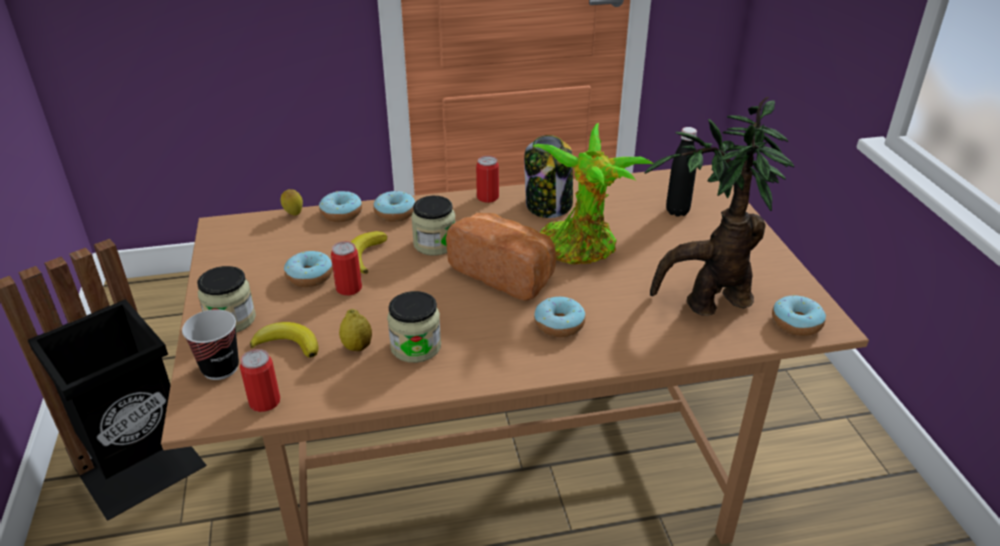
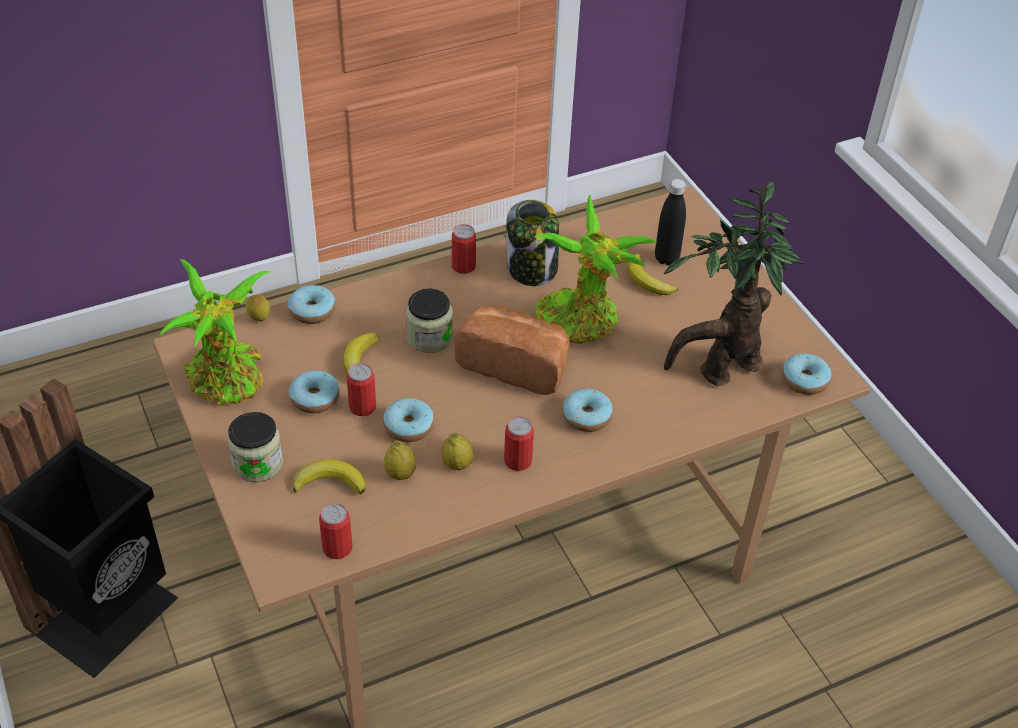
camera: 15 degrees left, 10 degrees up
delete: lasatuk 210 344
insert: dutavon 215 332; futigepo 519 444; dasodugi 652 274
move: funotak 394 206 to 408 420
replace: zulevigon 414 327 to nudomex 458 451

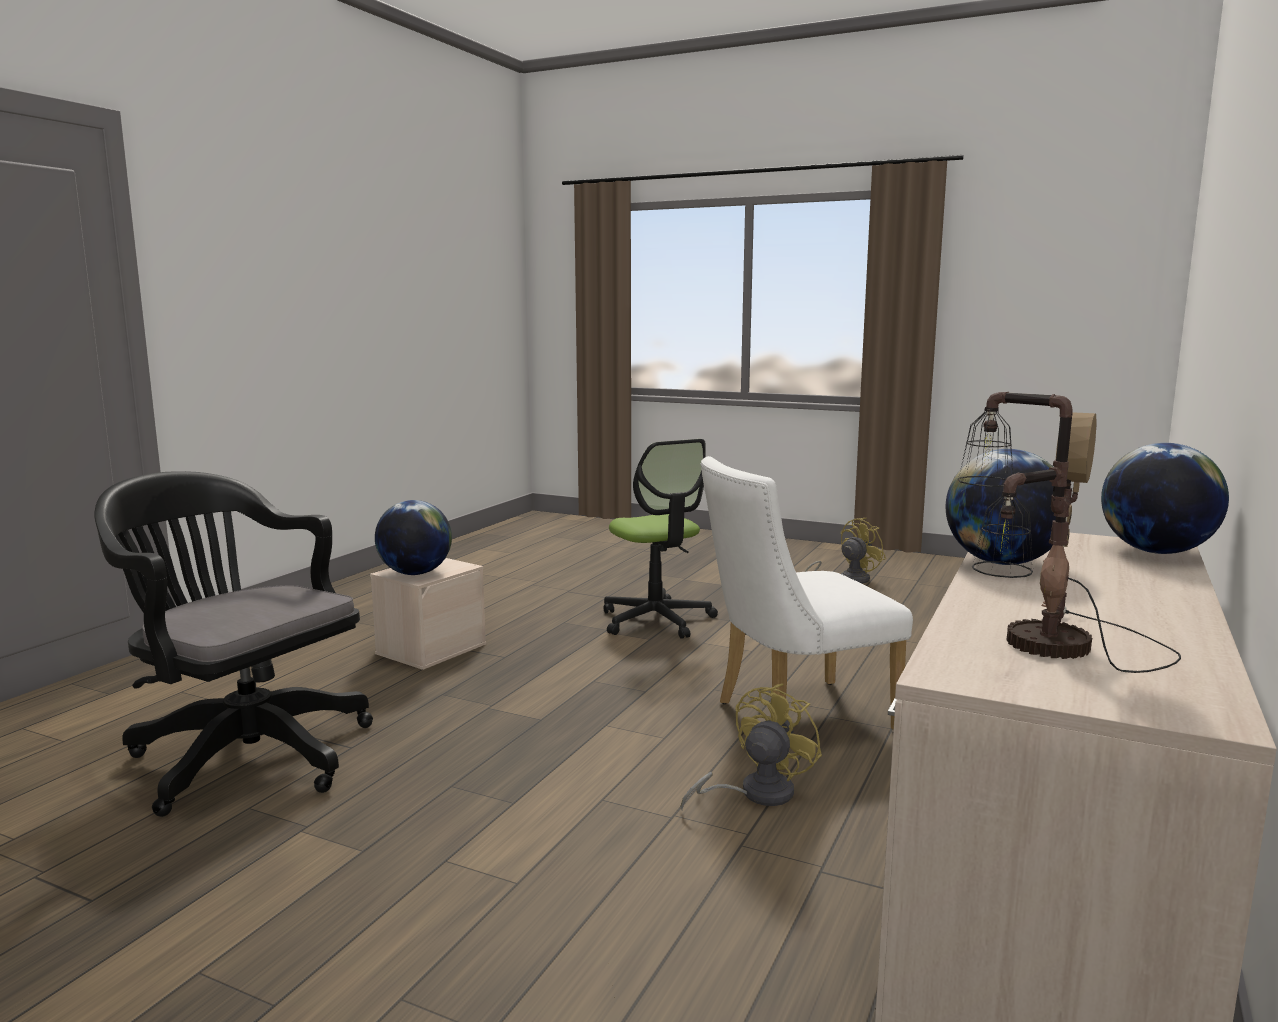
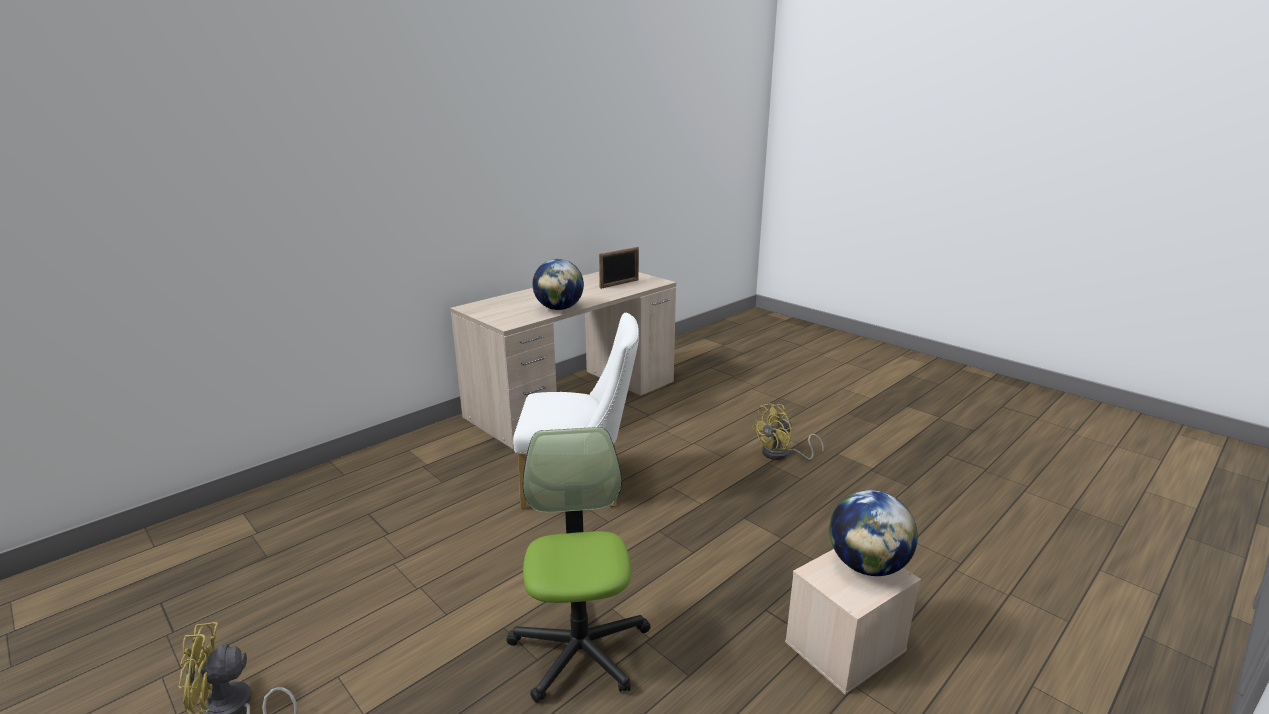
camera: 160 degrees left, 10 degrees up
delete: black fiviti 233 644; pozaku 1165 498
move: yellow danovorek 751 746 to 788 432
replace: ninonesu 1069 532 to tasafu 619 268

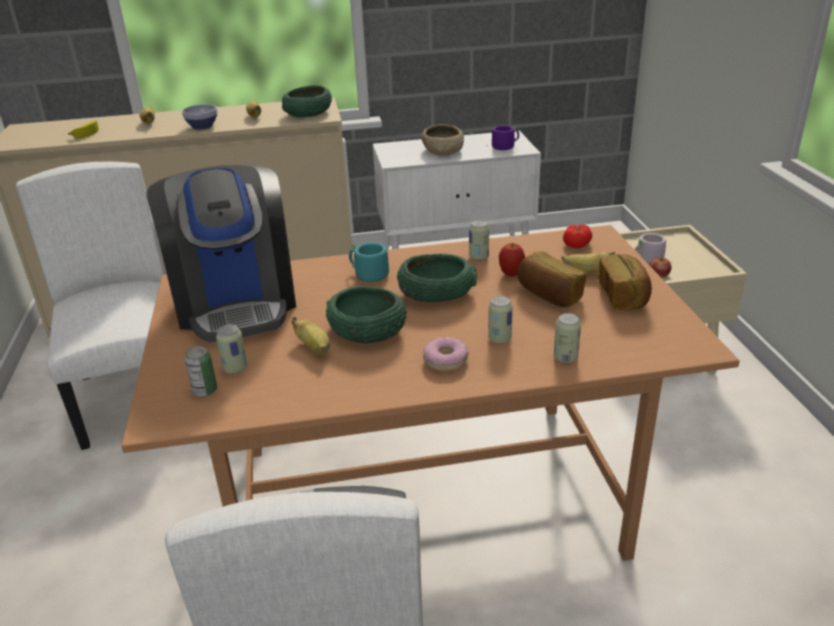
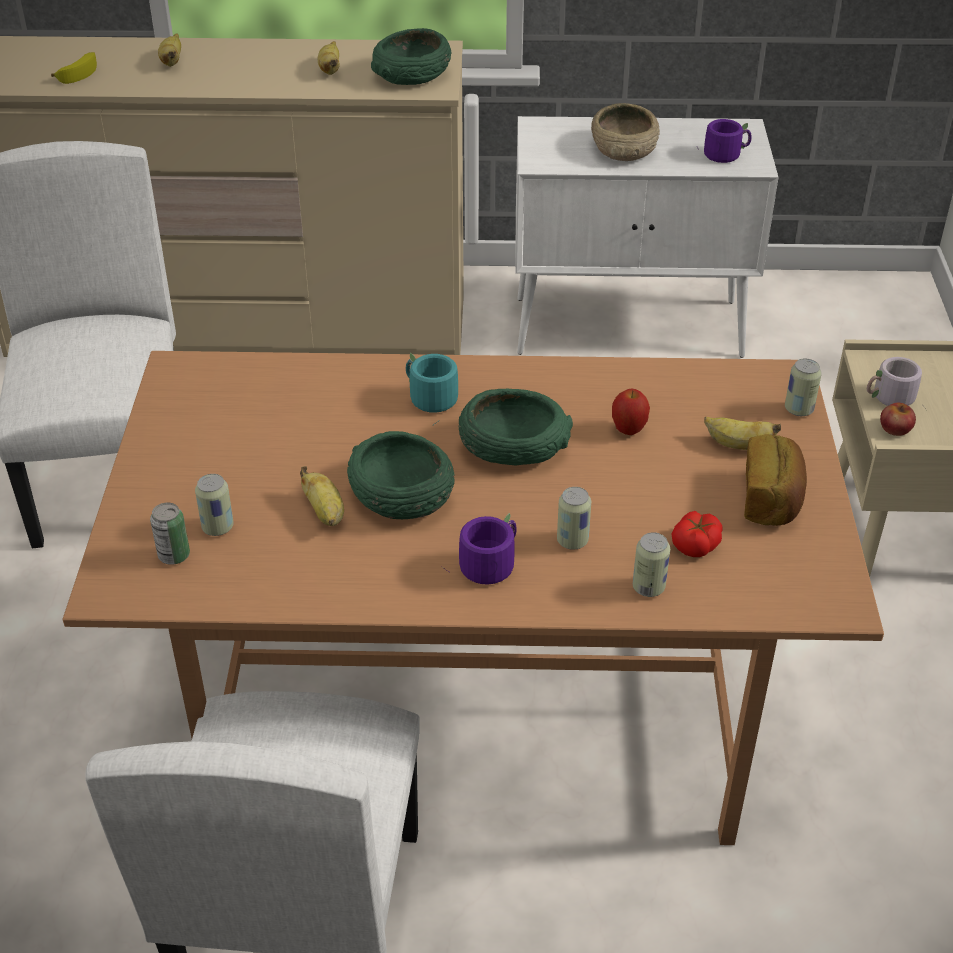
camera: 10 degrees right, 10 degrees up
delete: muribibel 221 253; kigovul 200 117; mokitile 551 279
move: futigepo 479 240 to 803 387; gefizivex 577 236 to 697 534
replace: funotak 446 354 to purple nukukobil 480 549

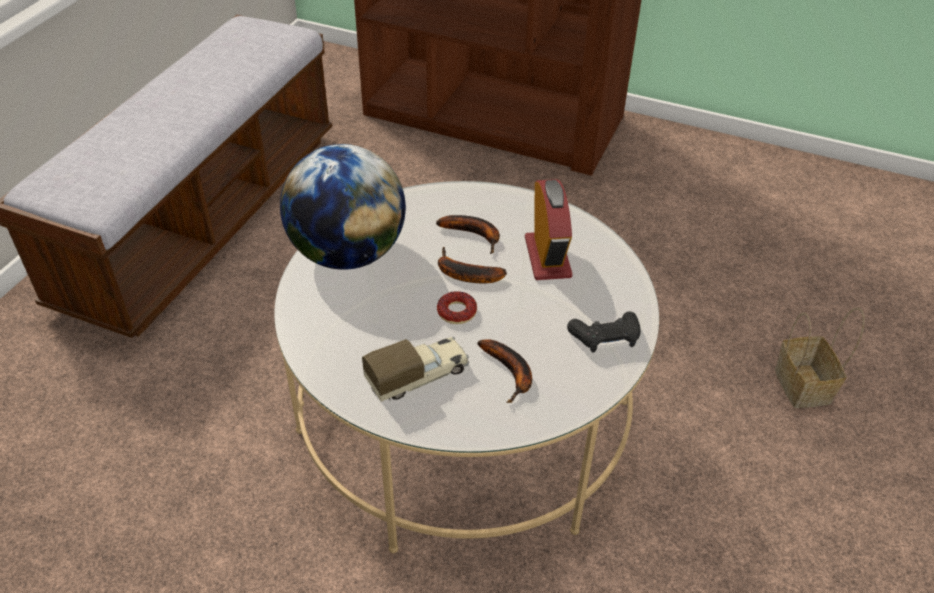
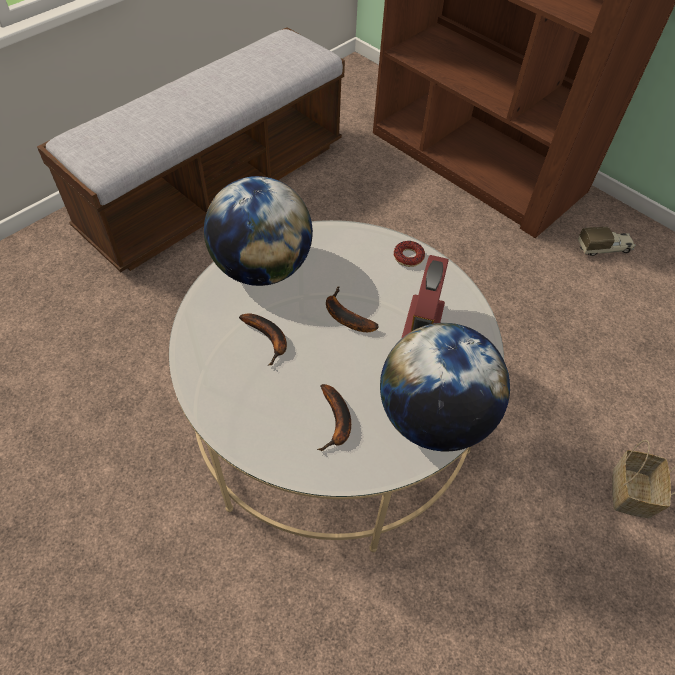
camera: 20 degrees right, 10 degrees up
move: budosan 415 369 to 606 241; dasodugi 468 234 to 263 340; funotak 457 307 to 409 254
replace: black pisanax 604 332 to pozaku 445 387

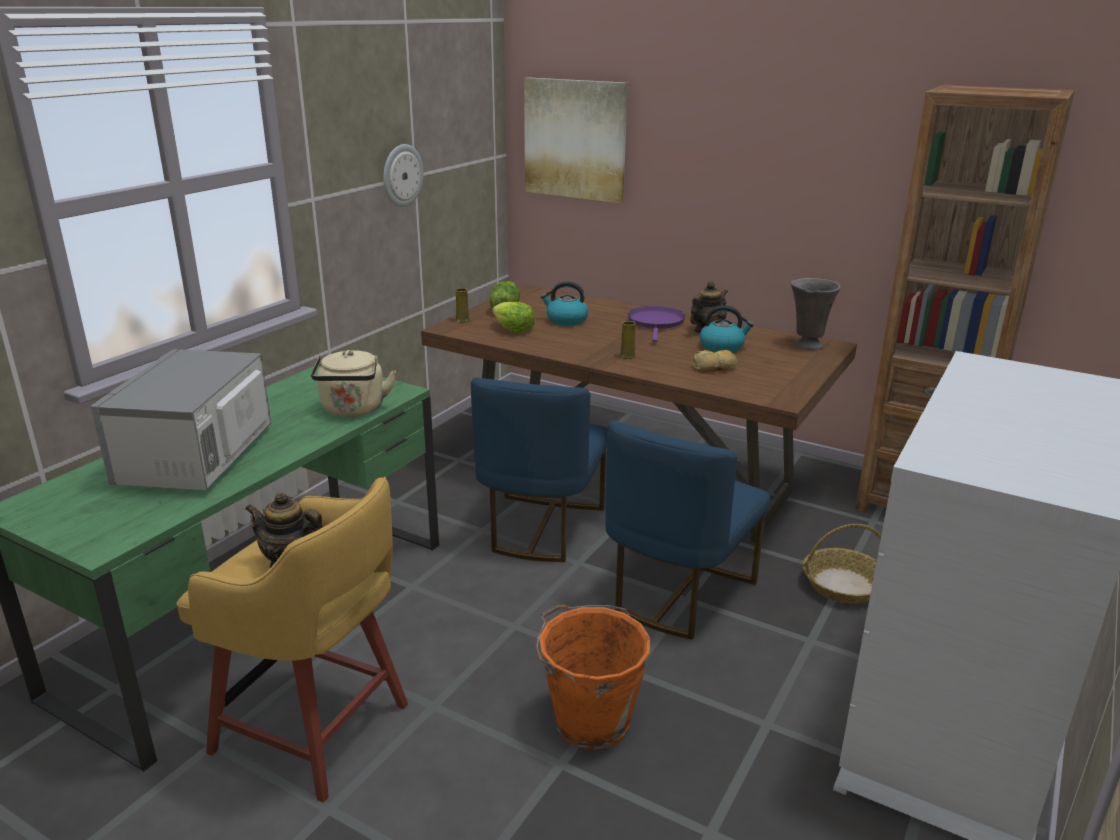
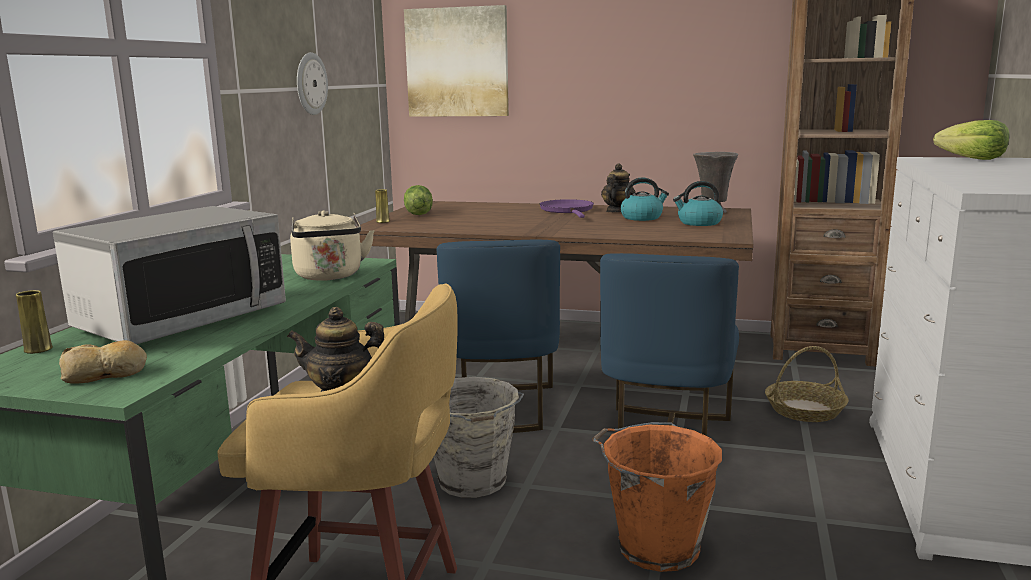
camera: 15 degrees left, 10 degrees down
insert: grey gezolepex 479 437
move: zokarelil 513 317 to 971 140; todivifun 564 304 to 698 203; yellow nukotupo 627 340 to 34 322; mokitile 715 361 to 103 362
rotate: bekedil 181 420 = 169 275 135 degrees counterclockwise

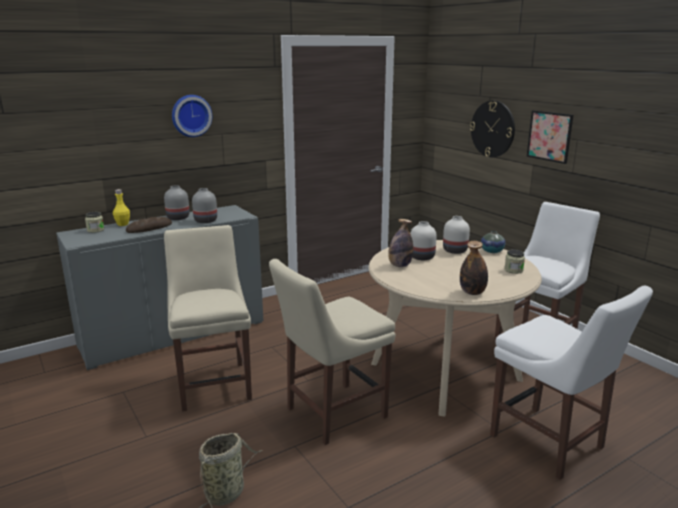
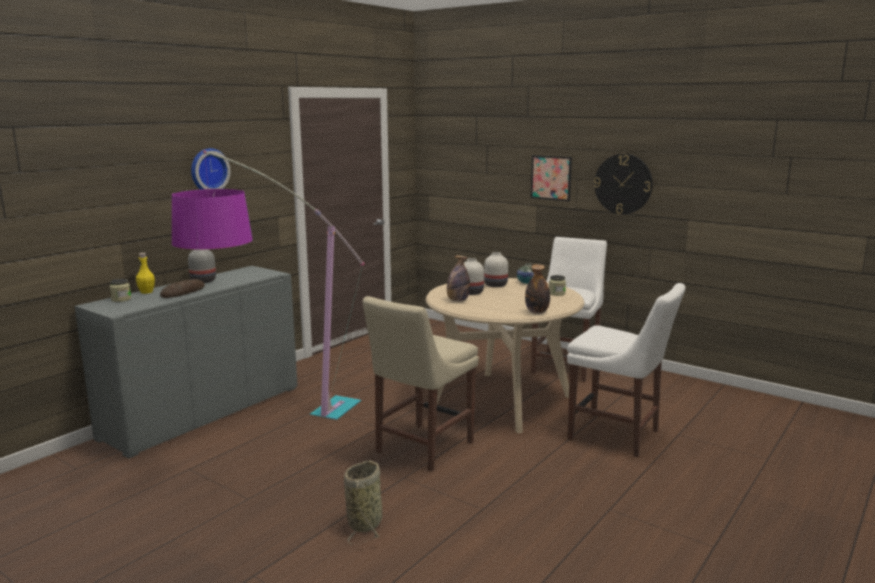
camera: 20 degrees left, 5 degrees down
delete: grey nukotupo 204 205
move: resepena 492 129 to 623 184
replace: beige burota 208 318 to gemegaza 268 285

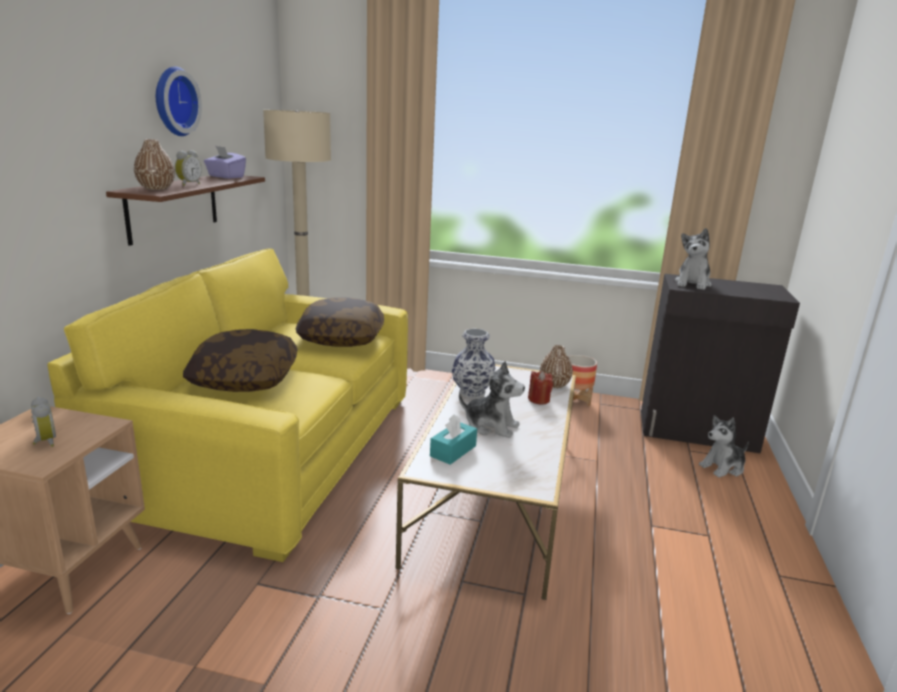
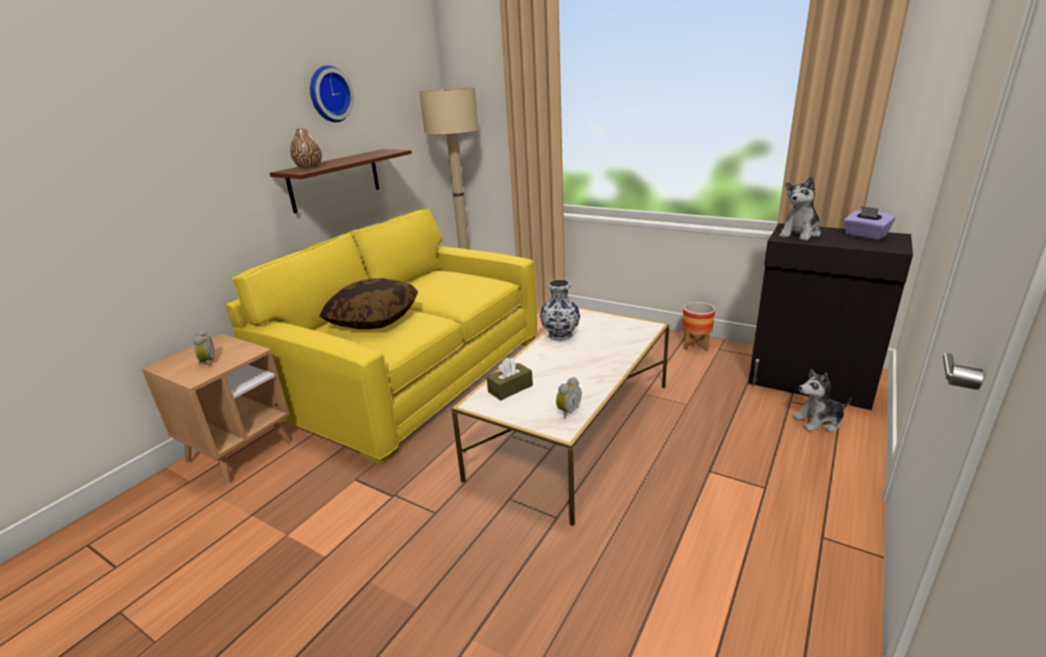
camera: 20 degrees right, 5 degrees up
delete: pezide 340 322; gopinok 492 399; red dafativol 540 388; brown nukotupo 556 366
move: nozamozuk 188 168 to 569 398; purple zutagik 225 162 to 869 223
recolor: turquoise zutagik 453 439 to brown zutagik 510 378

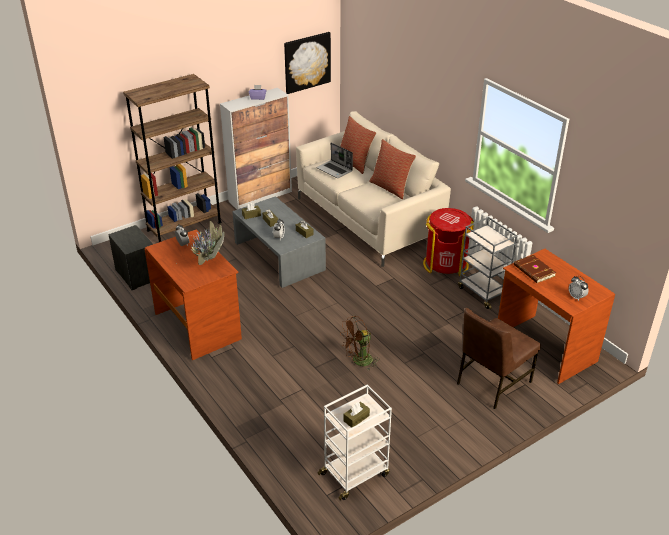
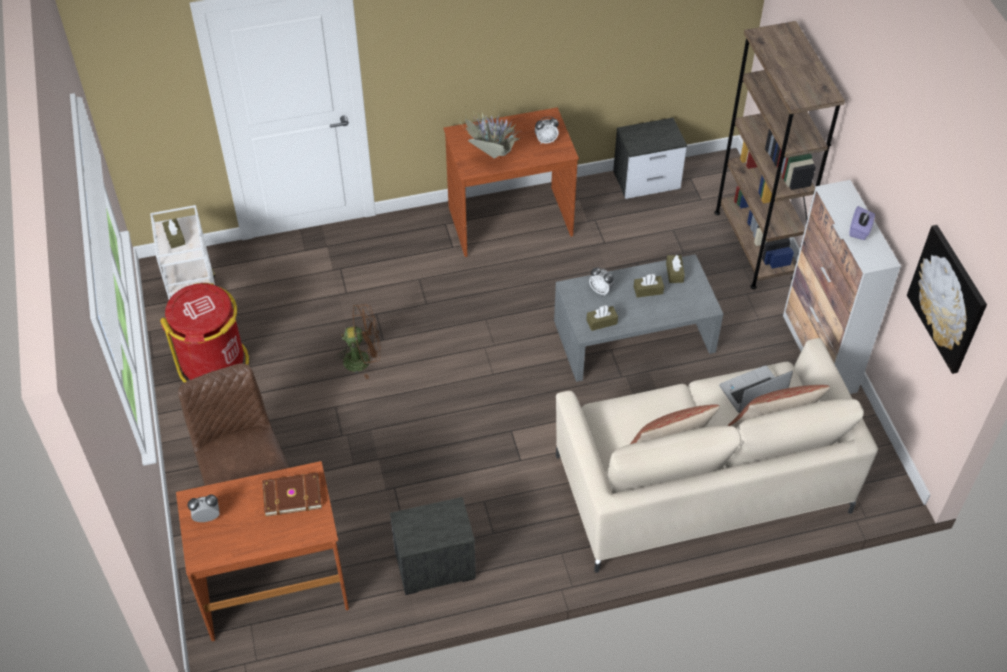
camera: 110 degrees right, 15 degrees up
move: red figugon 448 242 to 204 333
replace: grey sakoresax 487 263 to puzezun 433 546
rotate: brown danovorek 360 343 = 358 342 90 degrees clockwise

